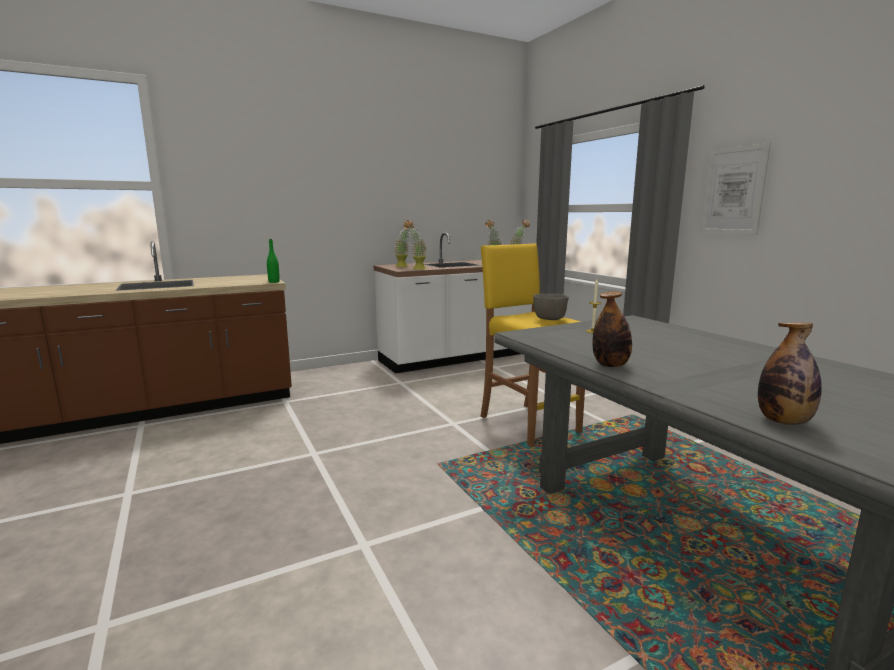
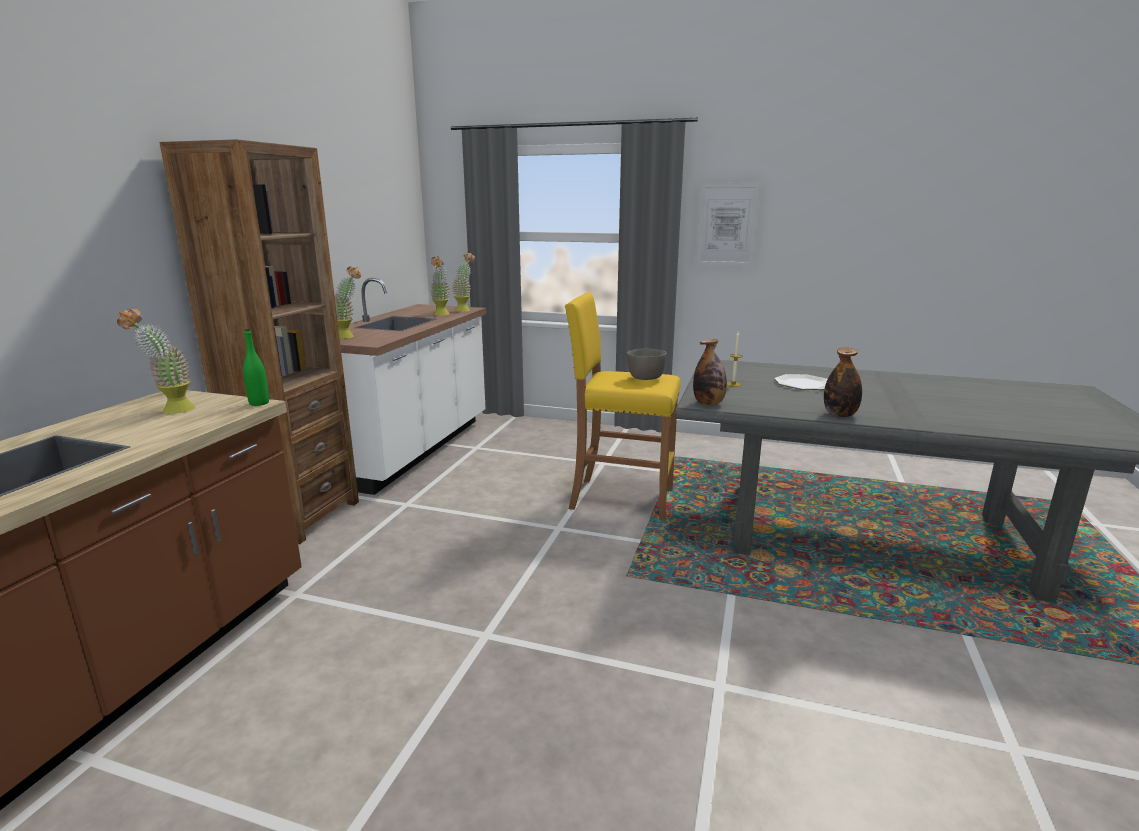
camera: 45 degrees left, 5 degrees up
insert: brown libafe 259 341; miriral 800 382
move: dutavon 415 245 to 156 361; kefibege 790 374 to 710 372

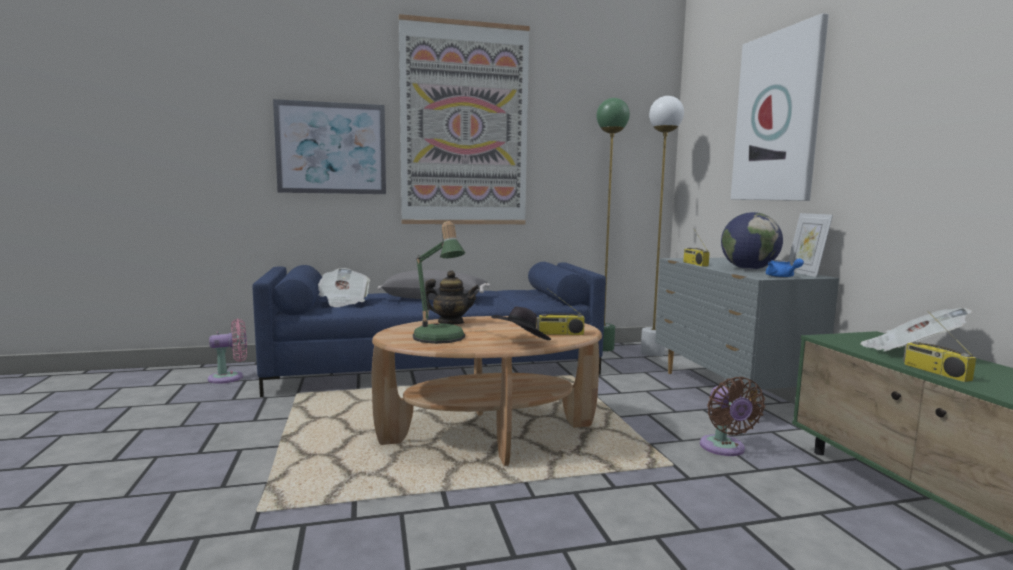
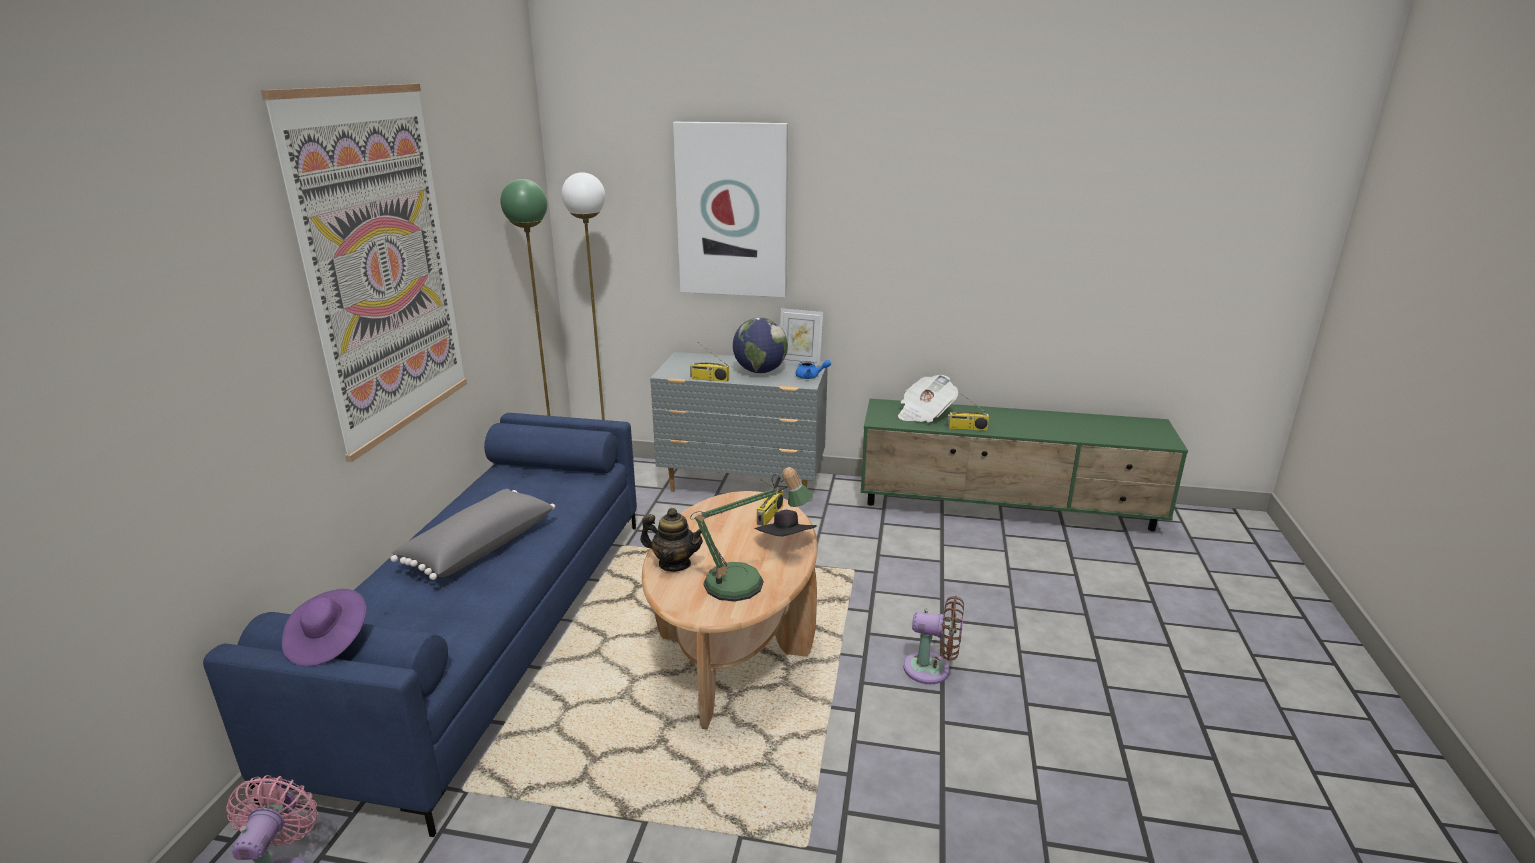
camera: 65 degrees left, 15 degrees up
delete: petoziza 329 146; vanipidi 344 287
insert: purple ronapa 324 627
move: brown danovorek 732 416 to 933 640
rotate: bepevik 452 297 = 672 540 75 degrees clockwise

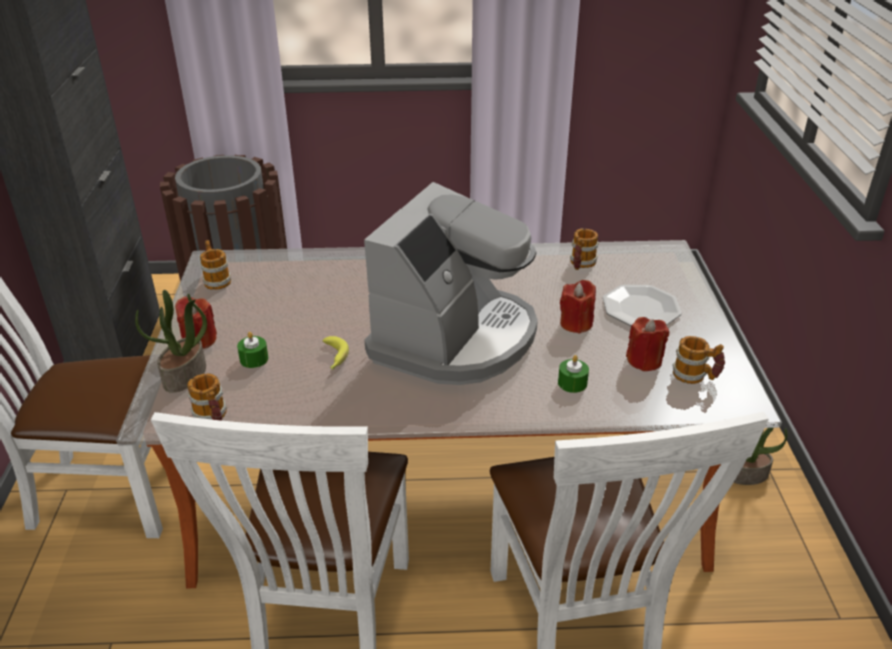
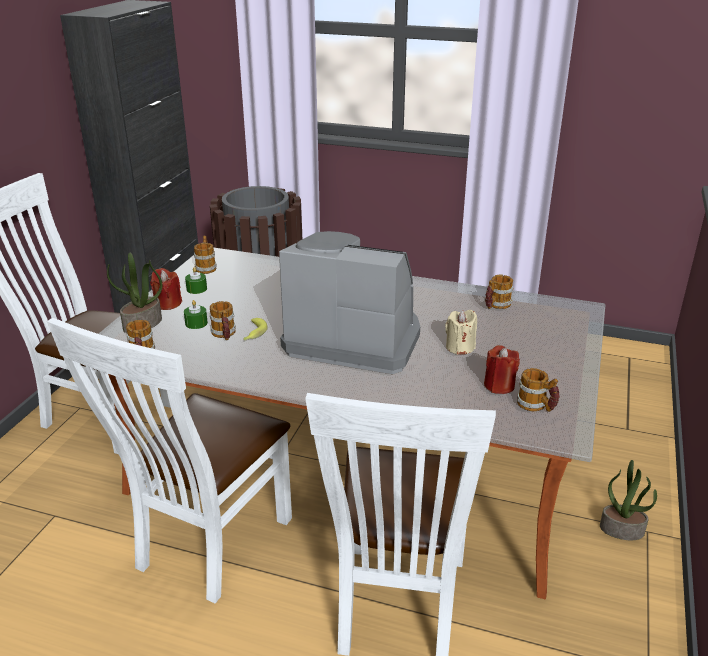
camera: 20 degrees right, 5 degrees down
delete: miriral 642 305
insert: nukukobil 223 320
move: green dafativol 573 374 to 196 280
recolor: red dafativol 578 307 to beige dafativol 461 332
rotate: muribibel 451 283 = 349 302 120 degrees counterclockwise

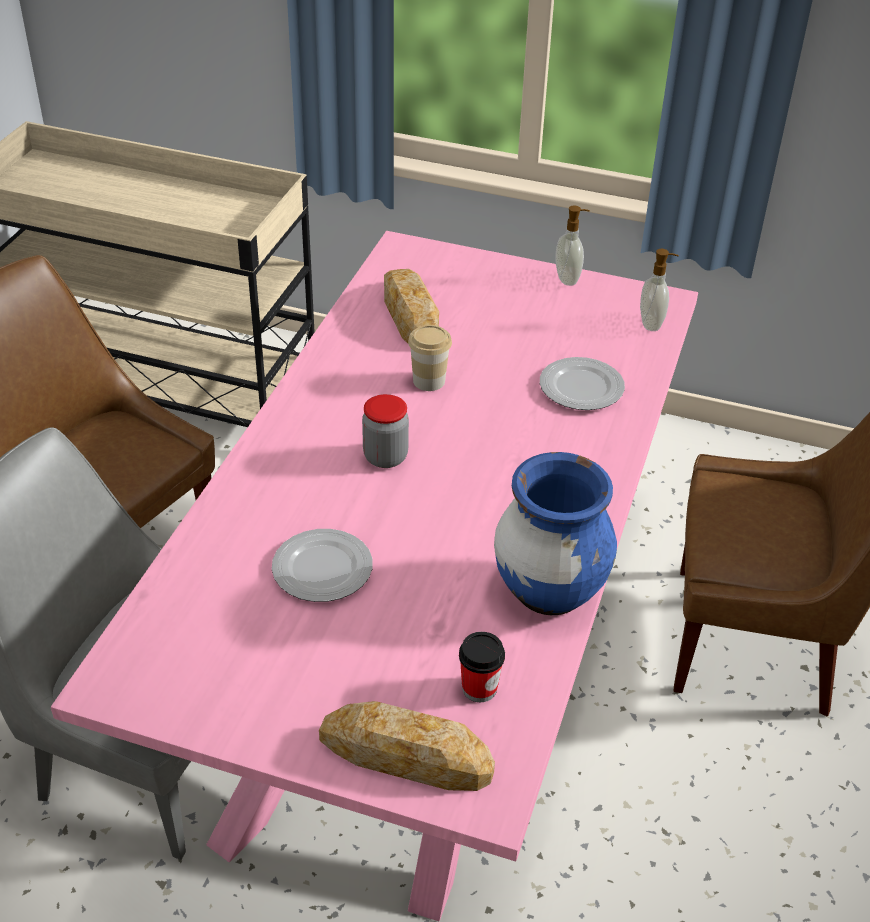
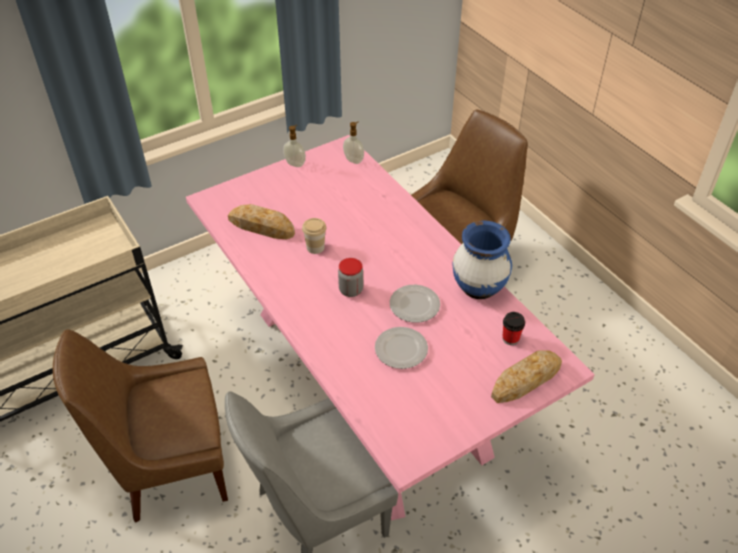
camera: 50 degrees left, 5 degrees up
move: miriral 582 383 to 415 304

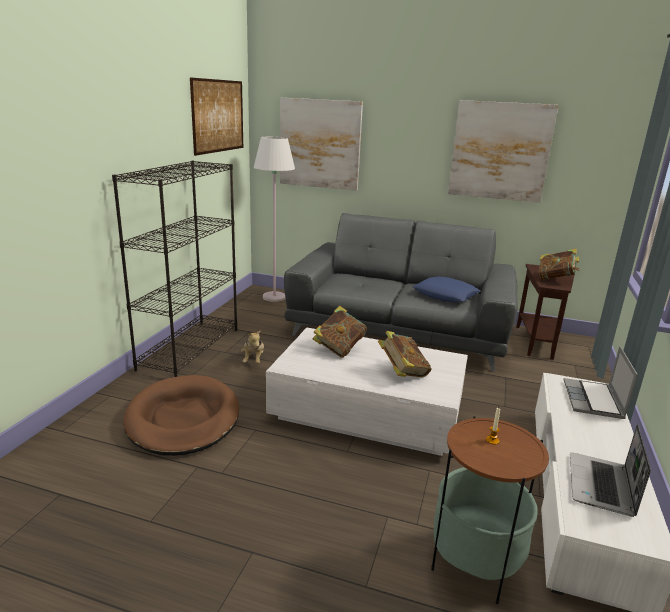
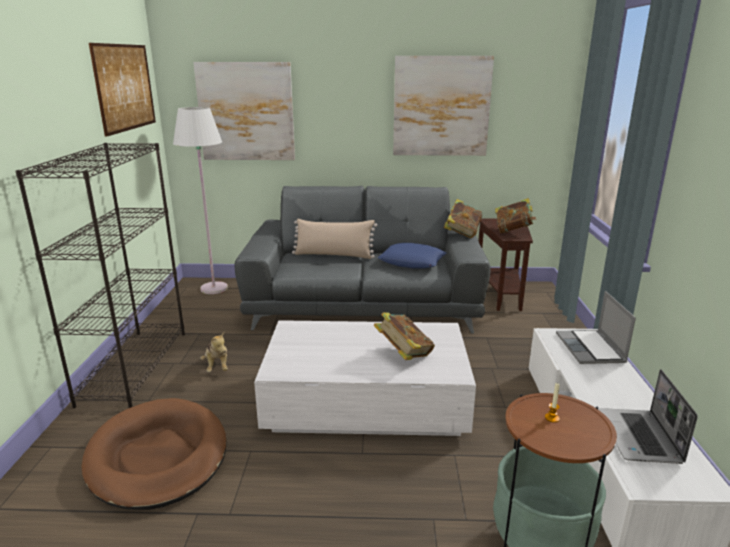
camera: 15 degrees left, 0 degrees up
insert: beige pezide 334 238
move: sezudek 340 332 to 463 218

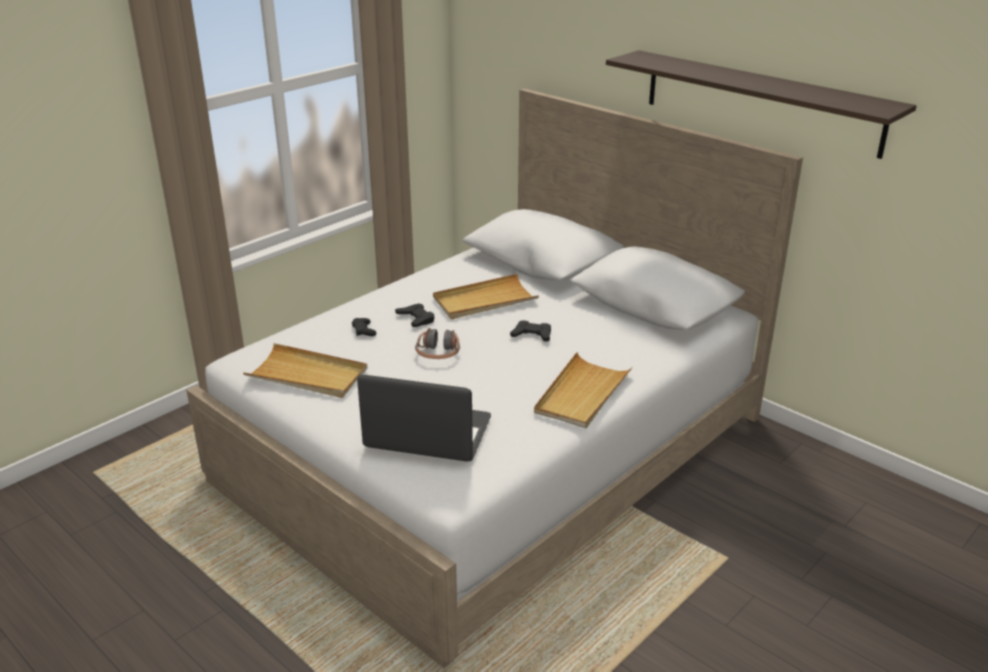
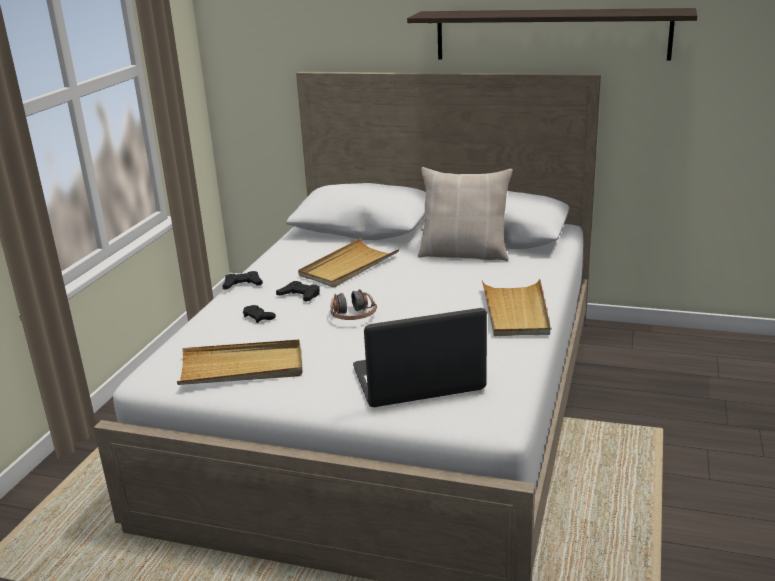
camera: 25 degrees left, 5 degrees down
insert: beige pezide 465 214
move: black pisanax 530 331 to 242 280

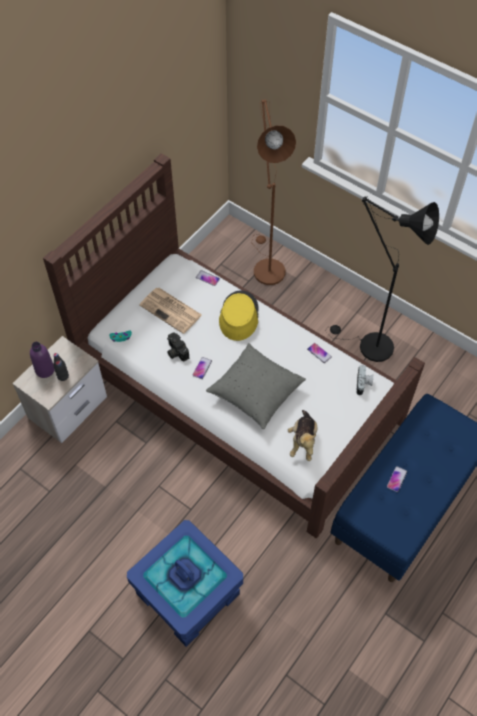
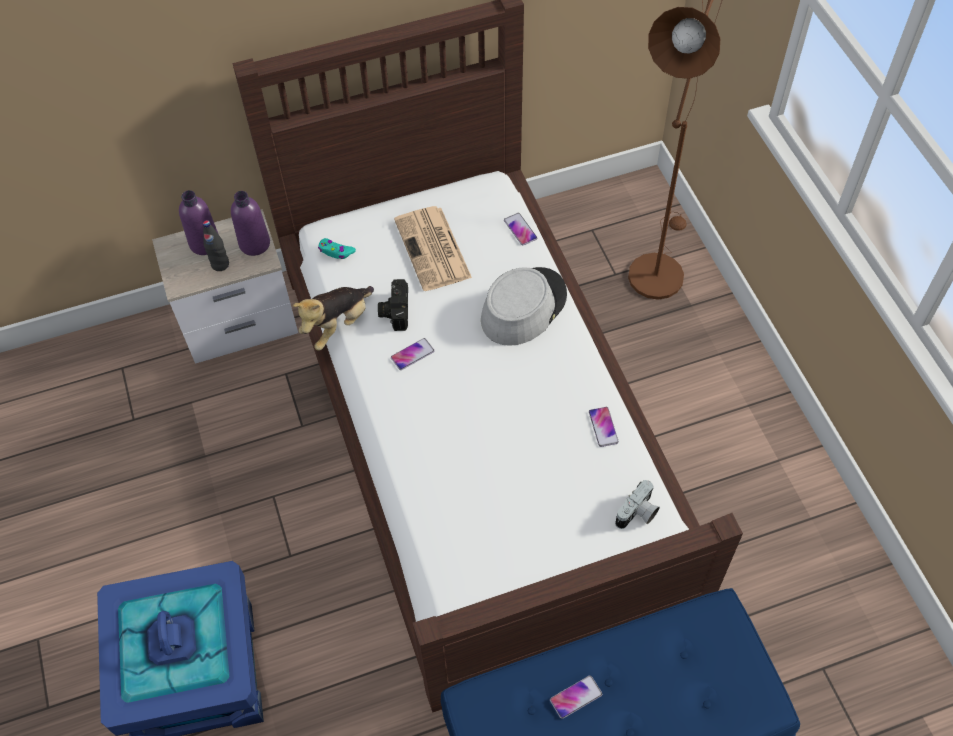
camera: 35 degrees right, 0 degrees up
delete: grey pezide 256 386; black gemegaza 382 279
insert: purple kefibege 250 223
move: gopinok 302 435 to 333 318
recolor: yellow ronapa 239 315 to grey ronapa 524 306

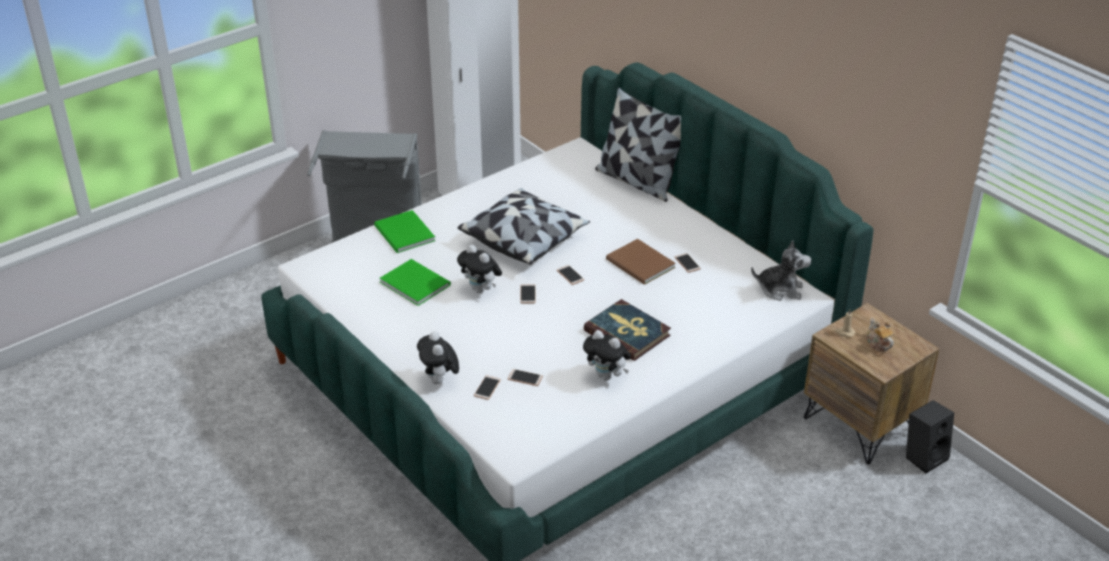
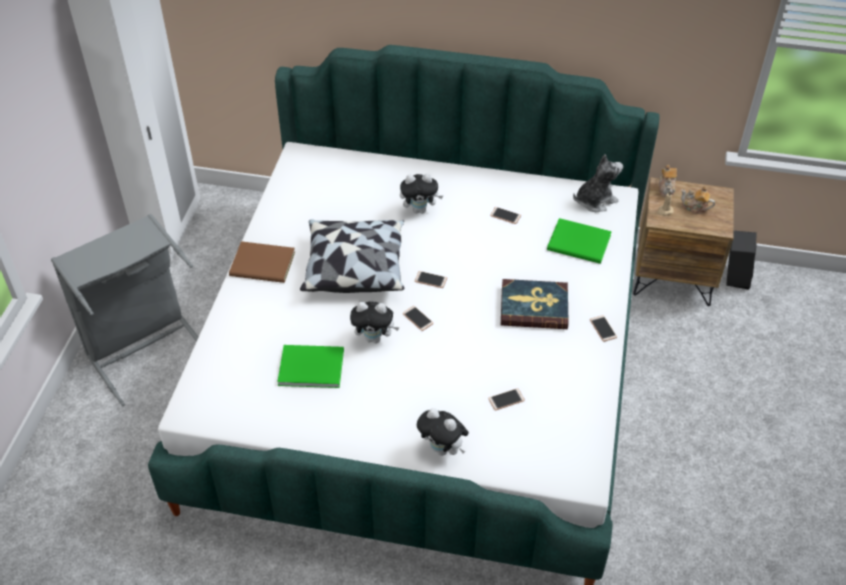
camera: 40 degrees left, 10 degrees up
delete: pezide 638 144
insert: bepevik 668 181
move: green sezudek 404 231 to 579 241; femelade 487 387 to 603 328; gopinok 607 355 to 421 194; brown sezudek 641 262 to 262 262

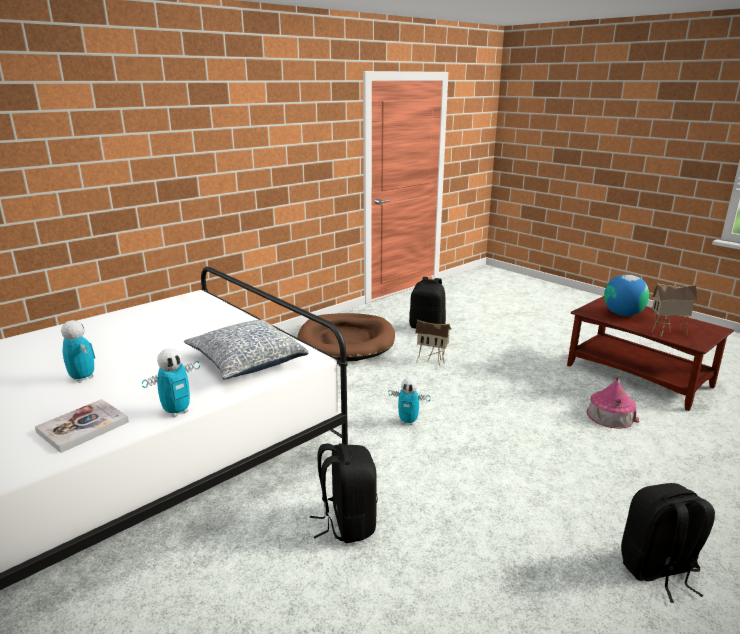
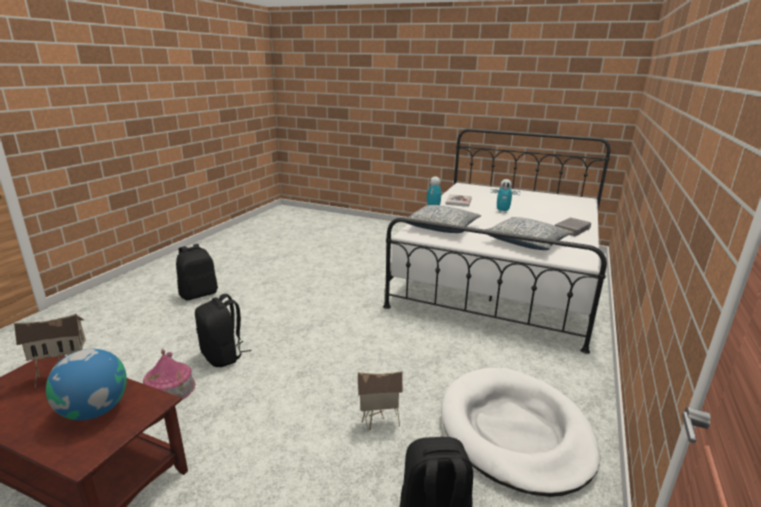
camera: 155 degrees right, 0 degrees up
delete: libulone 409 401
insert: pezide 529 233; grey sezudek 573 226
move: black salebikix 344 493 to 223 330
recolor: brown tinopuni 346 337 to white tinopuni 520 432

